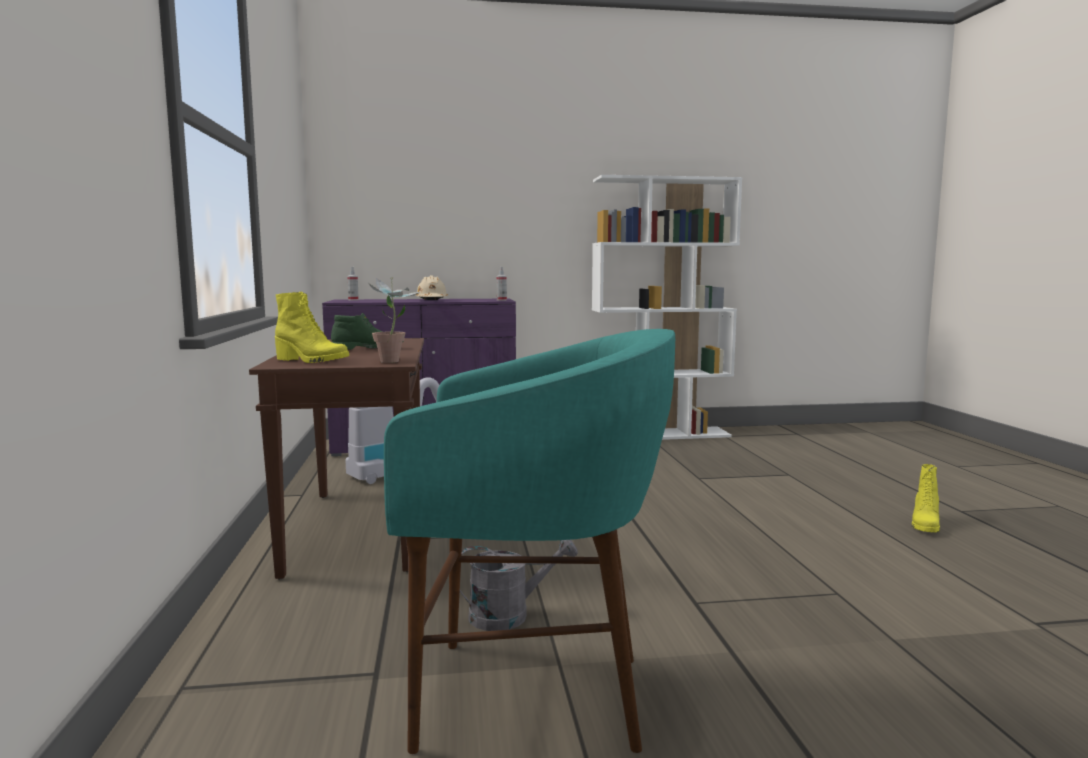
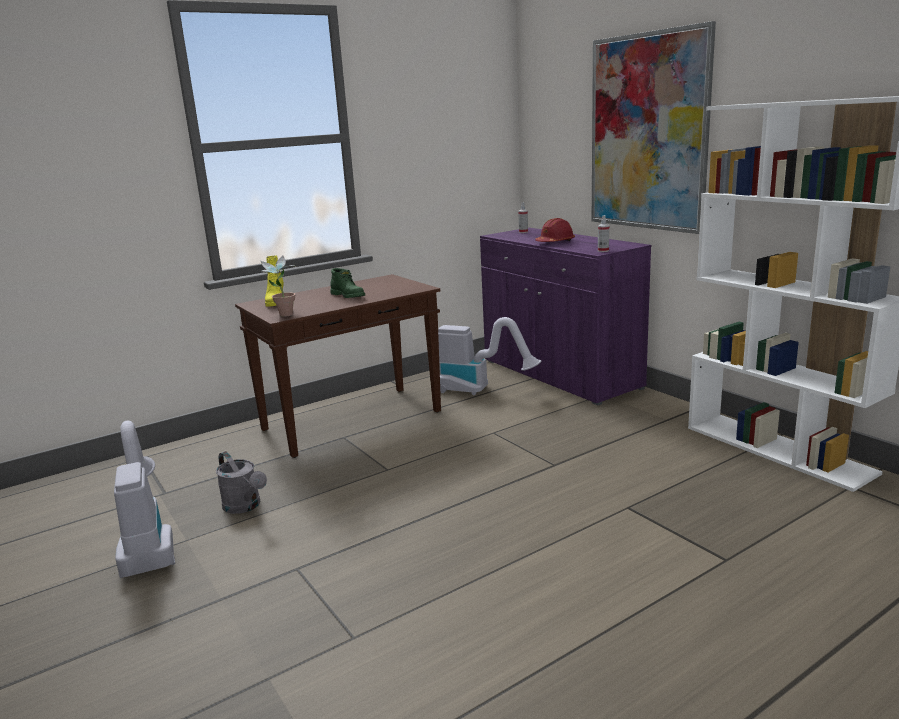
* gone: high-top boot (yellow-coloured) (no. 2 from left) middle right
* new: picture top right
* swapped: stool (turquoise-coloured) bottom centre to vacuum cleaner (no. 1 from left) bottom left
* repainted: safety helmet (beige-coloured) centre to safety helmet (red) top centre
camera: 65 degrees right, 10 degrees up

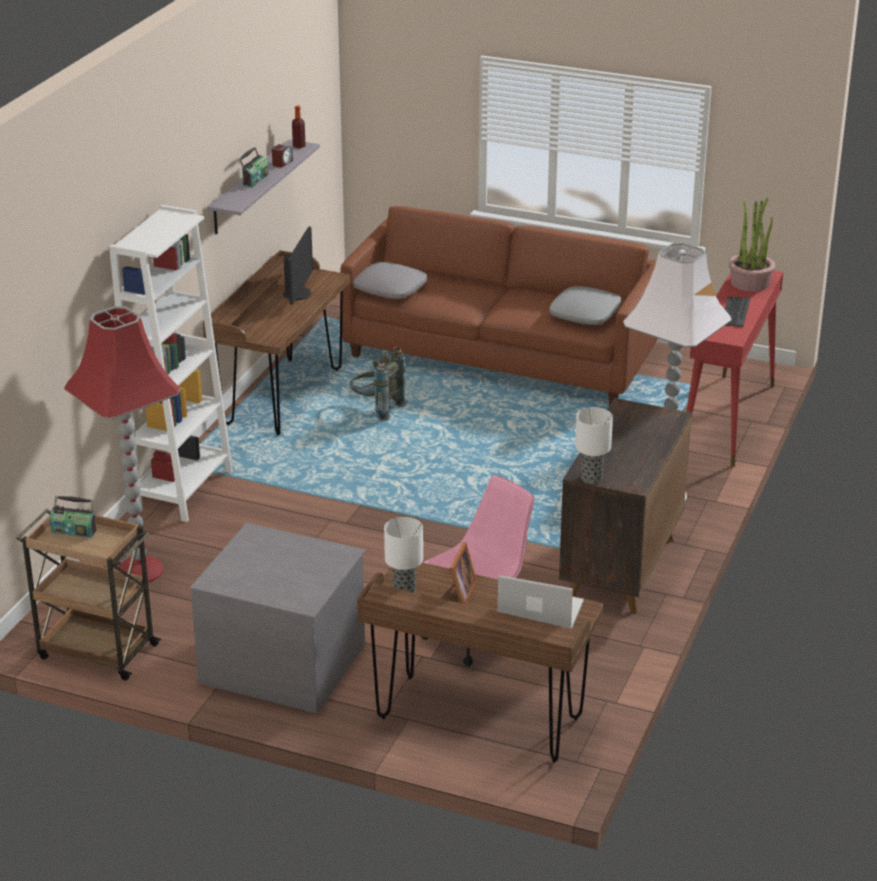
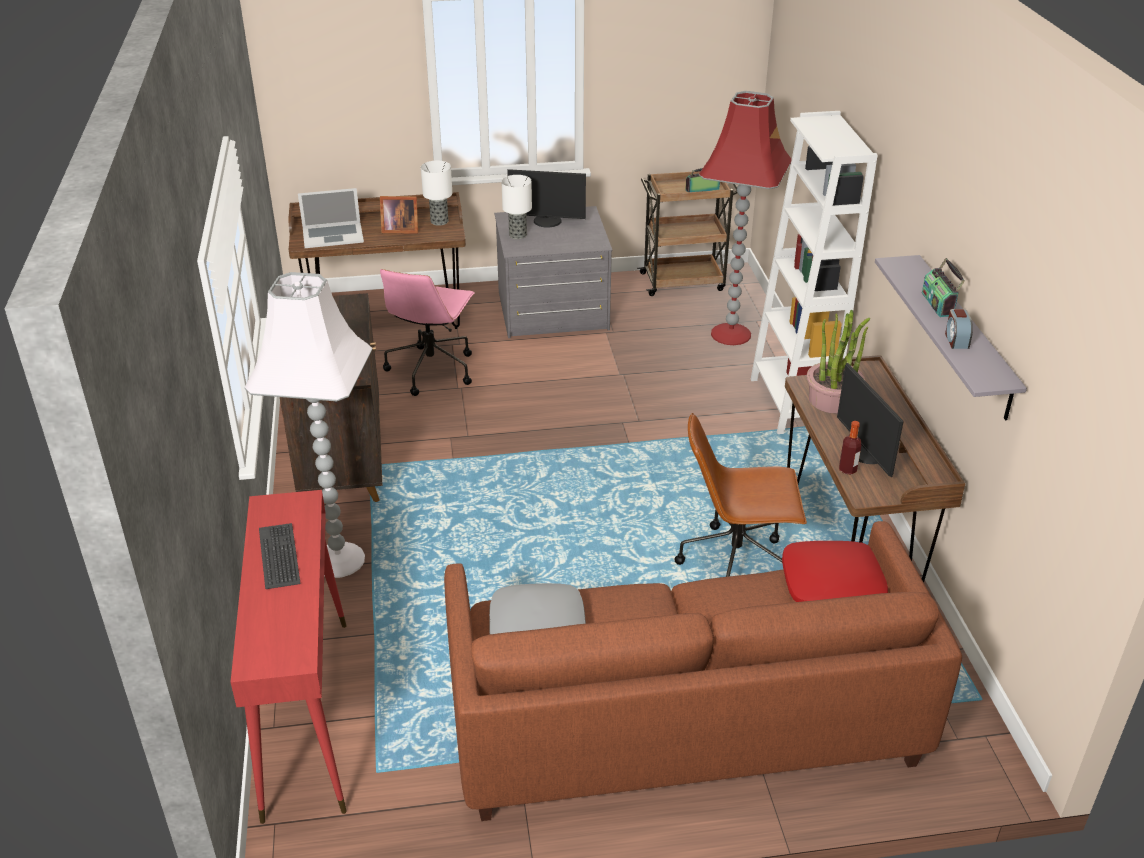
* new: computer display (no. 1 from left) top centre
* shifted: beverage bottle top centre to middle right
* shifted: lamp for a table (no. 2 from left) middle right to top centre
* shifted: houseplant top right to middle right
* swapped: knapsack (greyish) centre to desk chair (brown-coloured) centre
* repainted: pillow (greyish) (no. 1 from left) top centre to pillow (red) middle right
* rotated: picture frame centre = top centre 75 degrees counterclockwise
camera: 150 degrees right, 5 degrees up

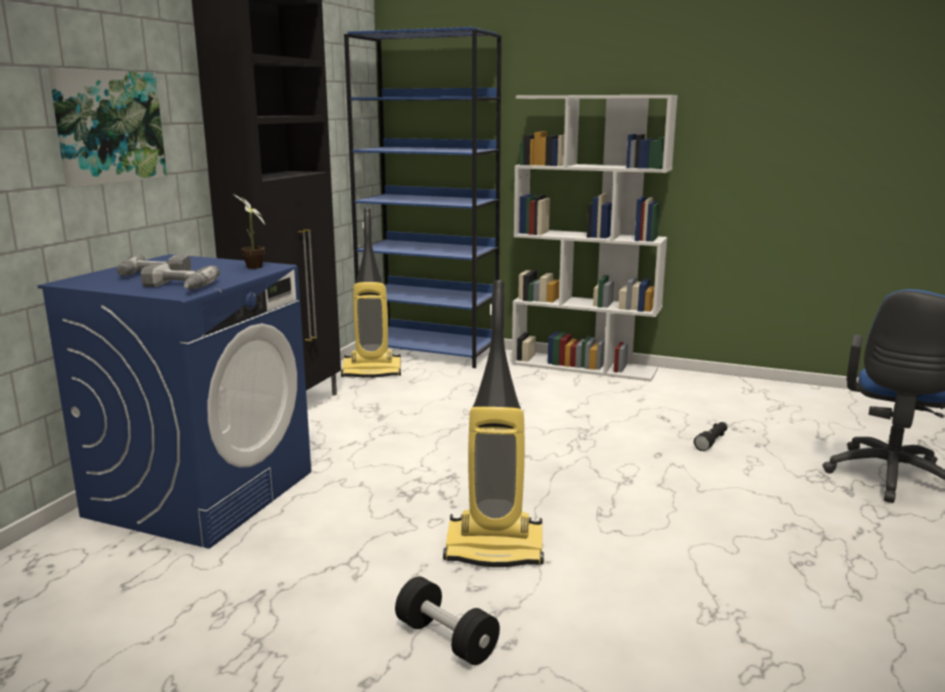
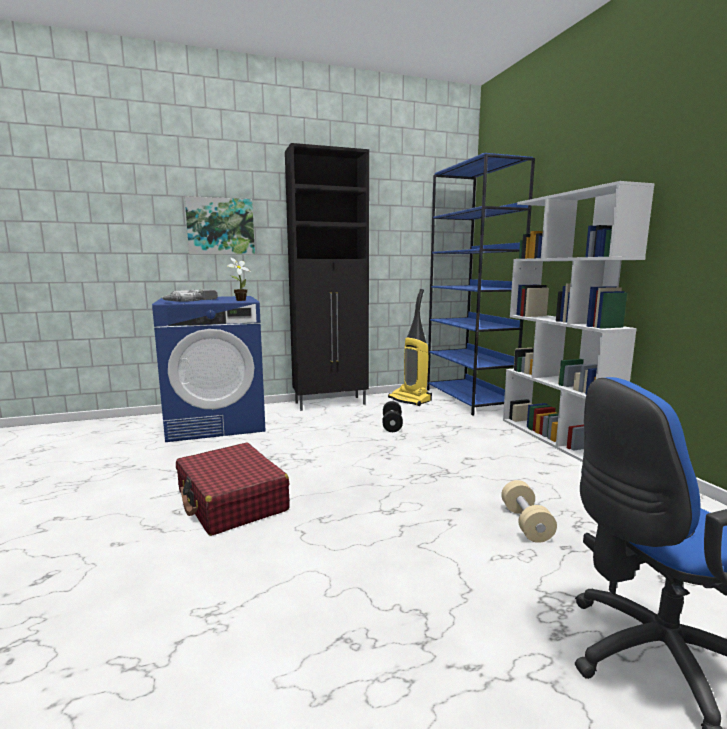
* shifted: hand weight (black-coloured) bottom centre to centre
* swapped: vacuum cleaner (no. 2 from left) centre to travel case (red) bottom left
* swapped: torch (black-coloured) middle right to hand weight (beige-coloured) bottom right
camera: 50 degrees right, 5 degrees down

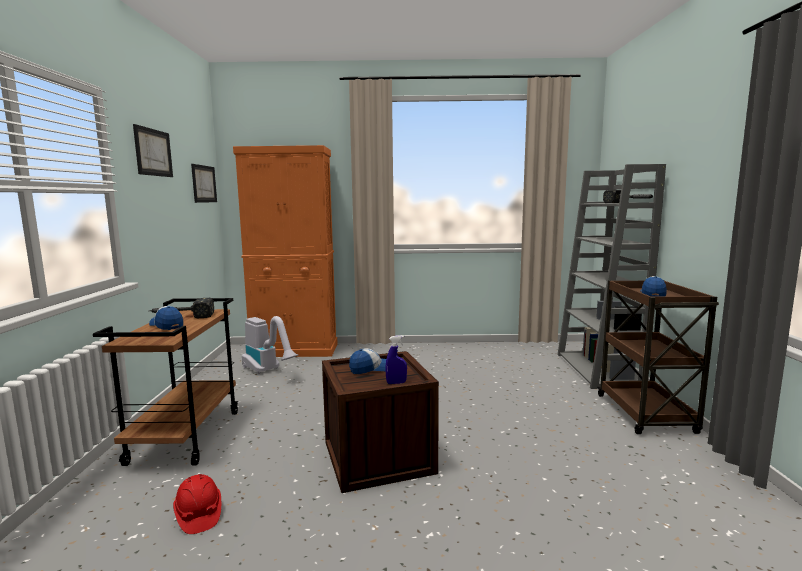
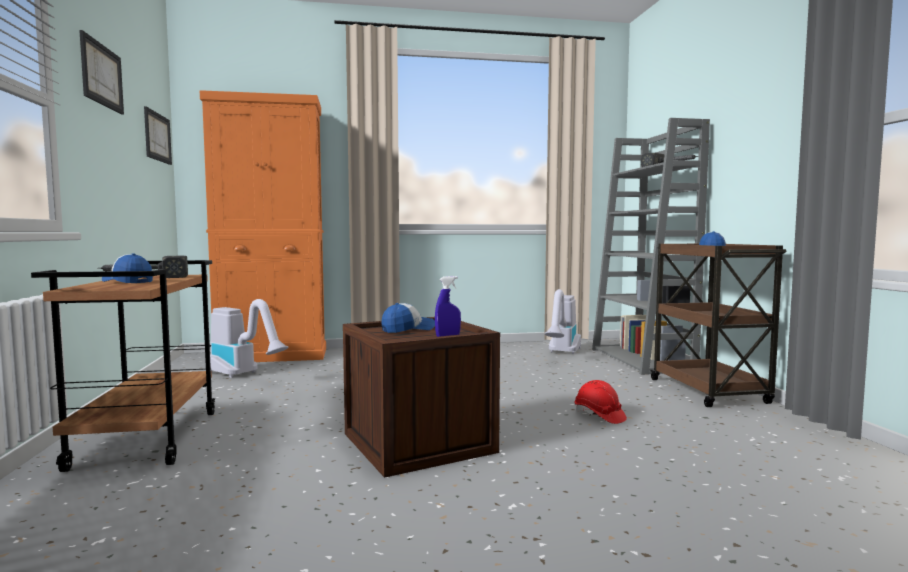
* new: vacuum cleaner (no. 2 from left) centre
* shifted: safety helmet (red) bottom left to bottom centre
camera: 10 degrees left, 5 degrees down

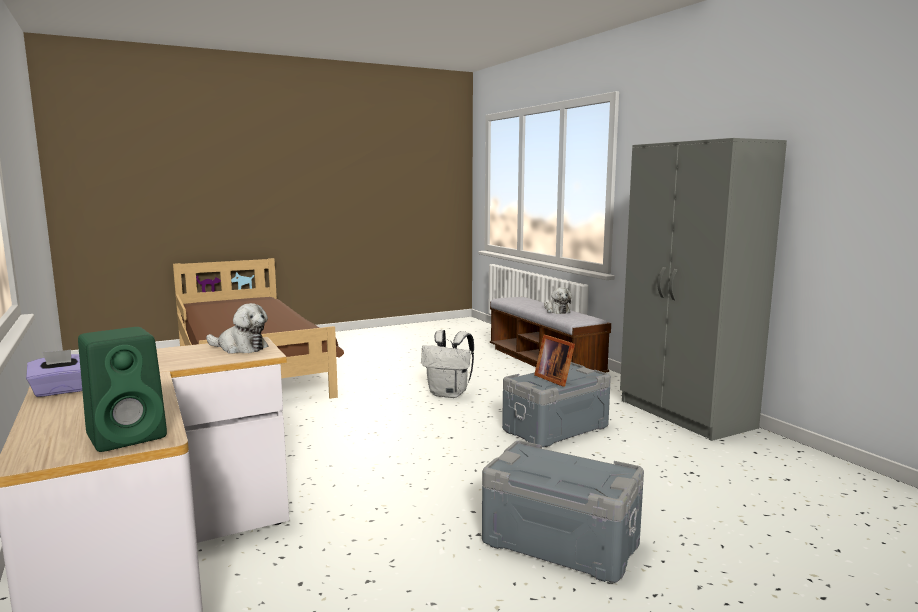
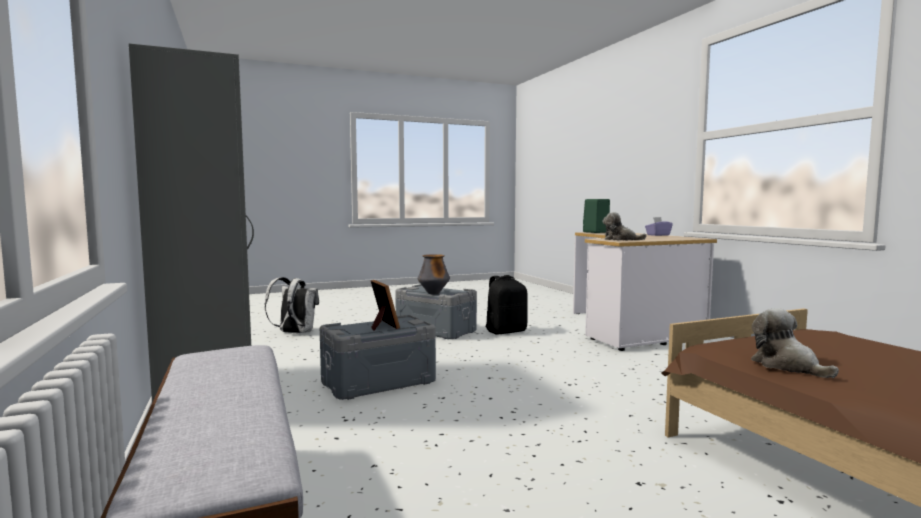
* new: decorative vase centre
* new: knapsack (black-coloured) centre
* shifted: knapsack (white-coloured) centre to middle left
* shifted: cuddly toy (no. 2 from left) centre to middle right
camera: 175 degrees left, 5 degrees down

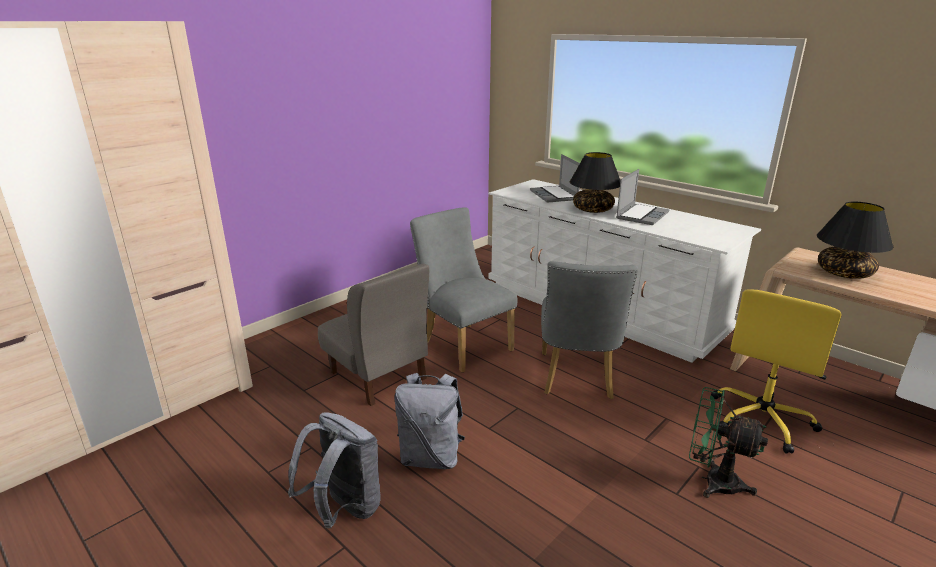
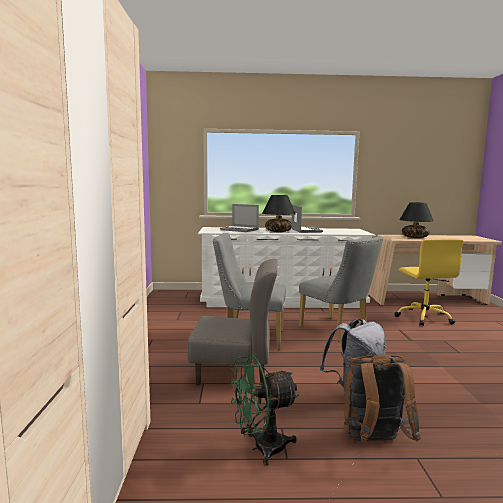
* shifted: fan (green) bottom right to bottom centre
* repainted: knapsack (greyish) (no. 1 from left) bottom centre to knapsack (brown-coloured) bottom right
camera: 45 degrees left, 15 degrees down

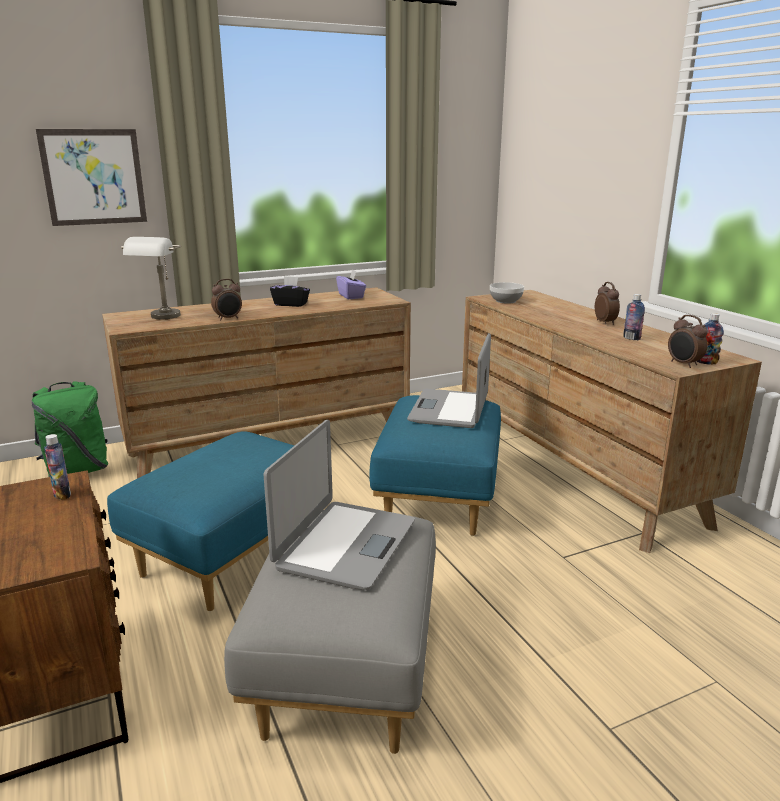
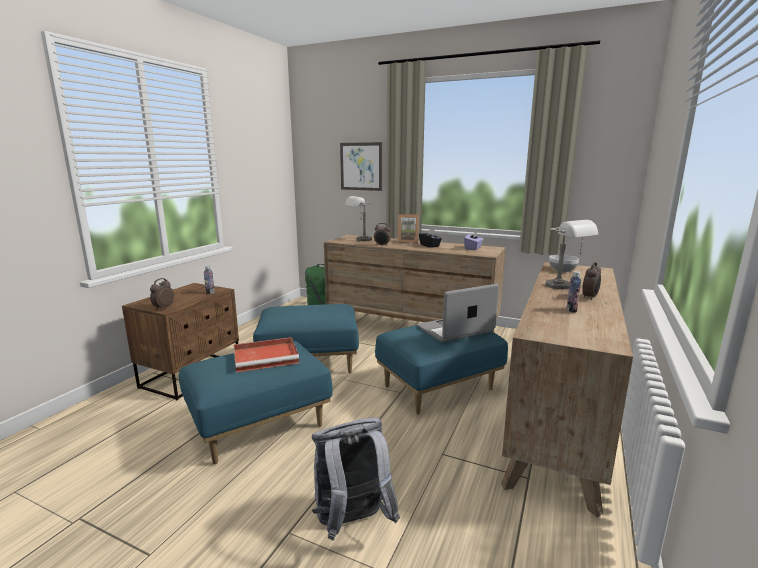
* gone: beverage bottle (no. 3 from left) middle right
* new: knapsack (greyish) bottom centre
* new: picture frame centre
* new: lamp for a table (greyish) (no. 2 from left) middle right
* shifted: table clock (no. 3 from left in the first image) middle right to table clock (no. 1 from left) middle left
* swapped: portable computer (no. 1 from left) centre to tray (red) centre
* repainted: ottoman (greyish) bottom centre to ottoman (bluish) (no. 1 from left) bottom centre
camera: 50 degrees right, 5 degrees down

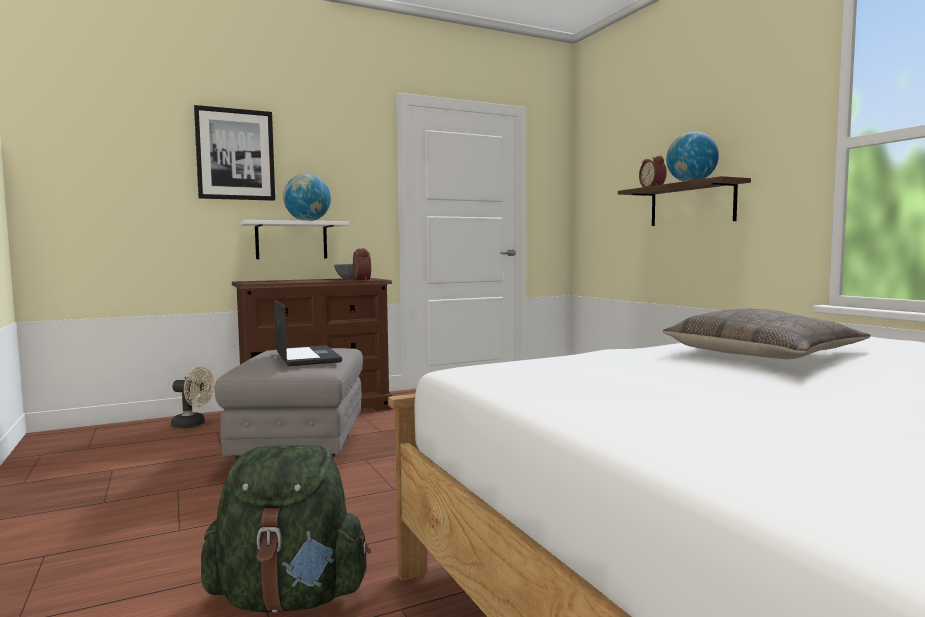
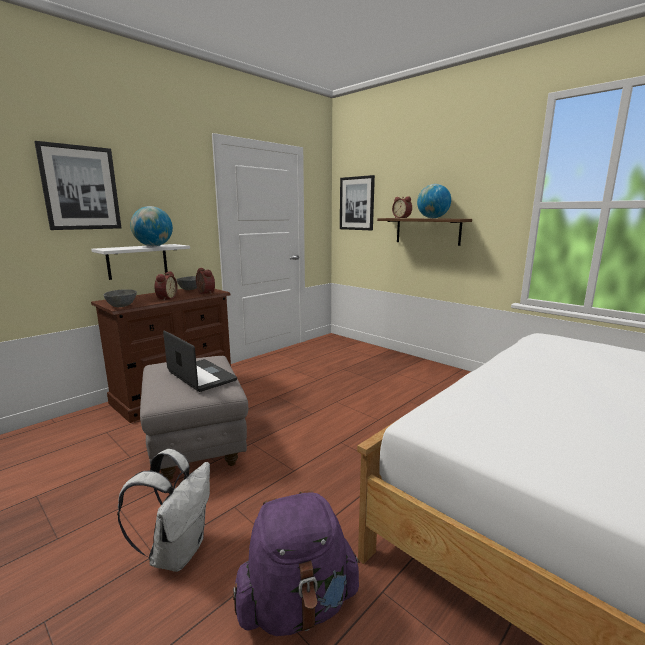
* gone: fan (beige-coloured) middle left
* gone: pillow middle right
* new: serving bowl (greyish) (no. 1 from left) middle left
* new: knapsack (white-coloured) bottom left
* new: table clock (no. 1 from left) middle left
* new: picture (no. 2 from left) top centre
* repainted: knapsack (green) bottom left to knapsack (purple-coloured) bottom centre
camera: 20 degrees left, 10 degrees up

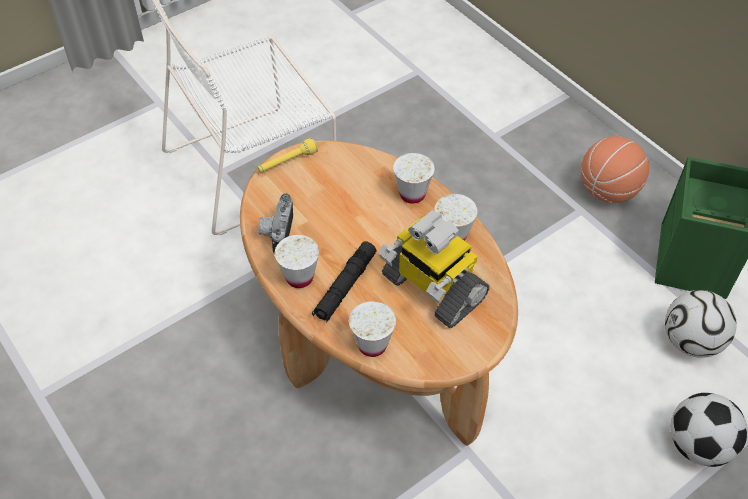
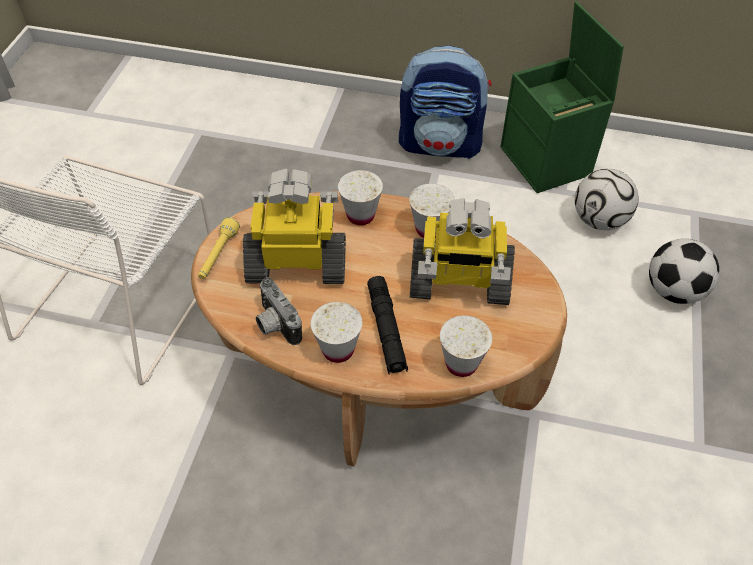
* new: robot figure (no. 1 from left) centre
* swapped: basketball ball middle right to knapsack top centre
camera: 40 degrees left, 0 degrees up

